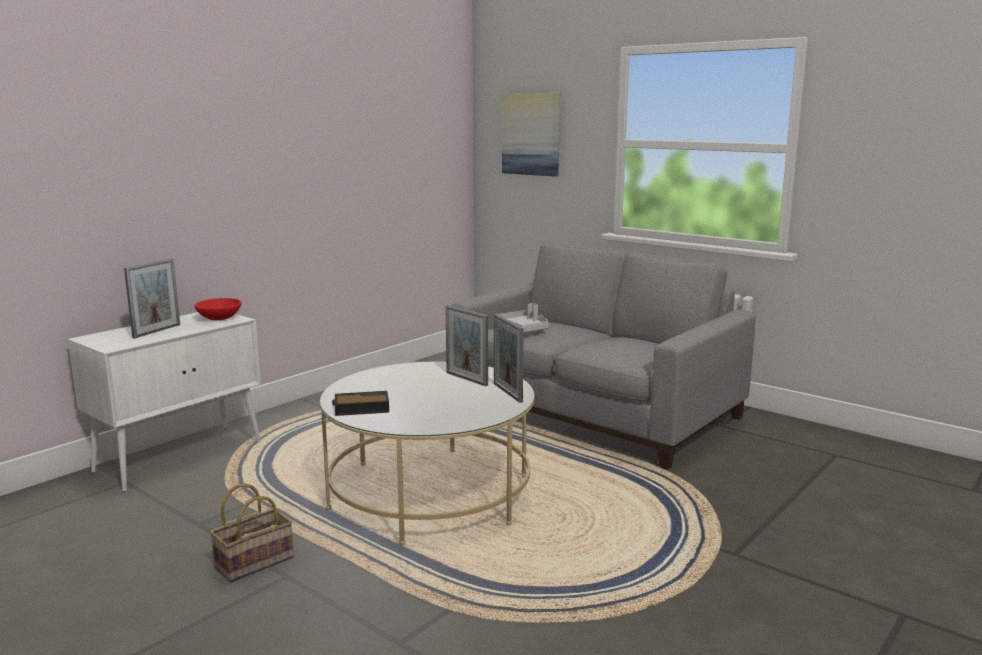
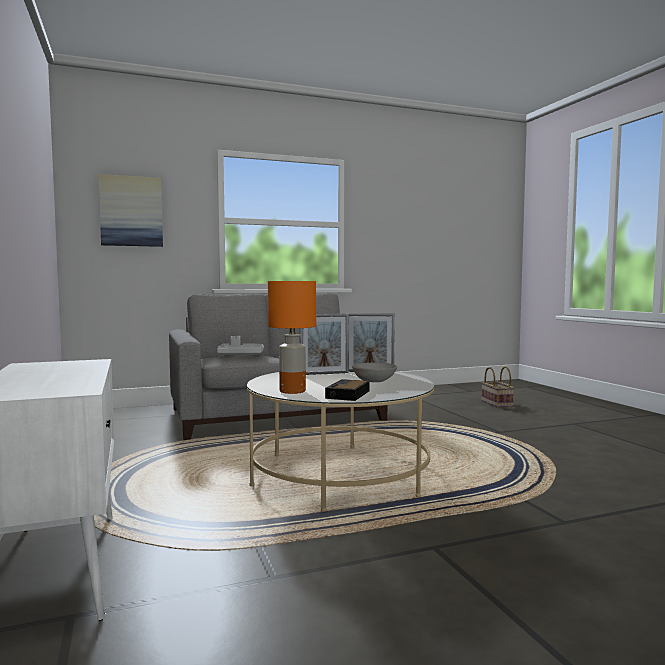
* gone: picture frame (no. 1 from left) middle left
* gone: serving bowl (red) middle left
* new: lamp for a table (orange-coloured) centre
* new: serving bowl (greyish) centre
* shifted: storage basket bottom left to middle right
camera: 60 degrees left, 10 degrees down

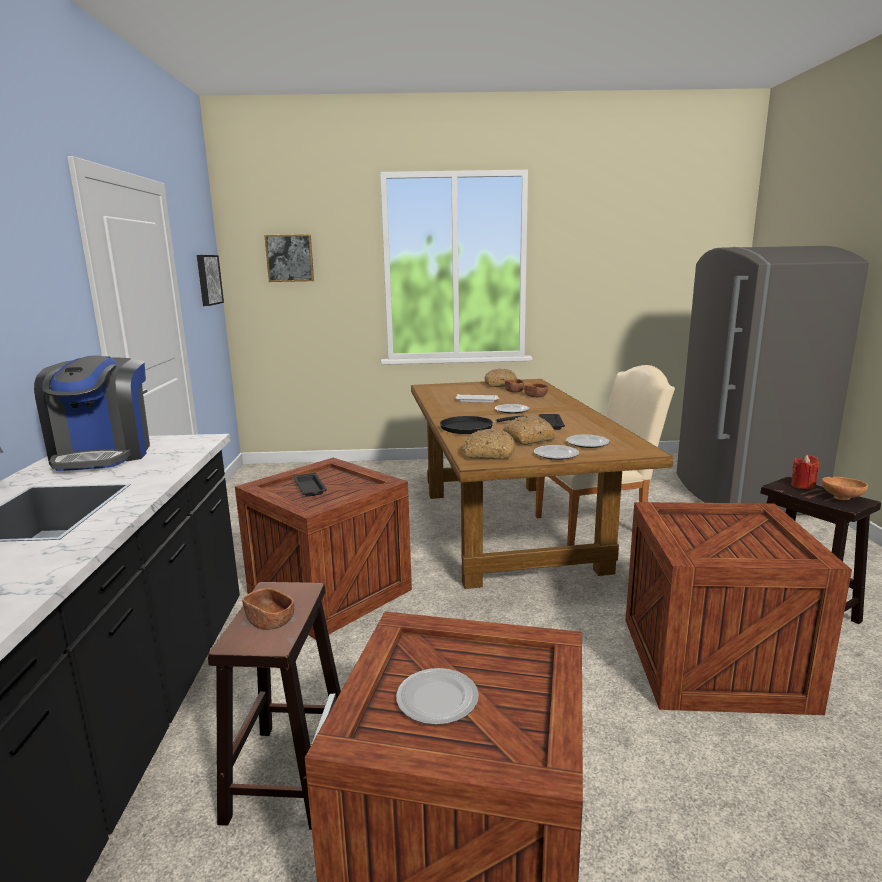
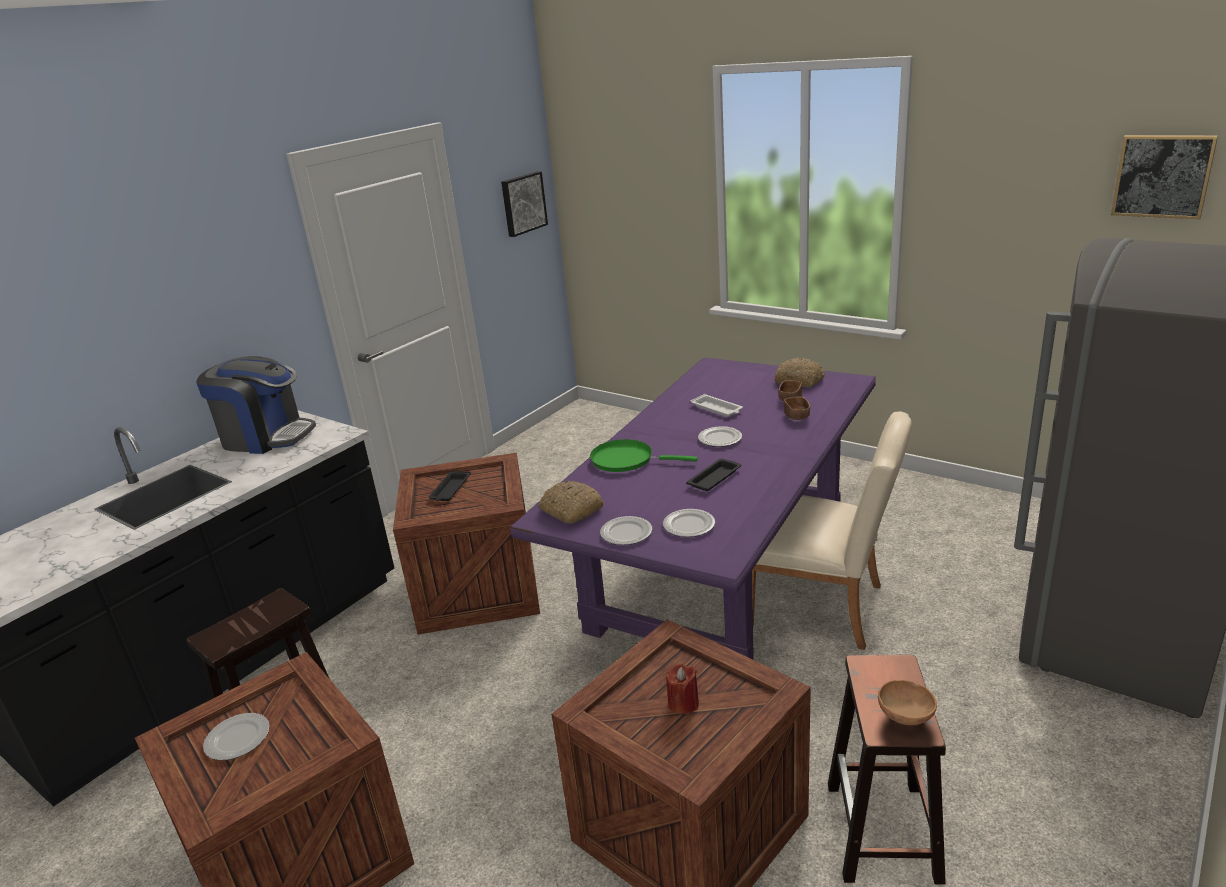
* gone: serving bowl (brown-coloured) (no. 1 from left) bottom left
* gone: bakery bread (no. 3 from left) centre
* shifted: picture (no. 2 from left) top left to top right
* shifted: wax light (red) middle right to bottom centre
* repainted: dining table (brown-coloured) centre to dining table (purple-coloured) centre
* repainted: skillet (black-coloured) centre to skillet (green) centre
* rotated: coffee machine middle left = middle left 105 degrees counterclockwise
camera: 40 degrees right, 10 degrees up

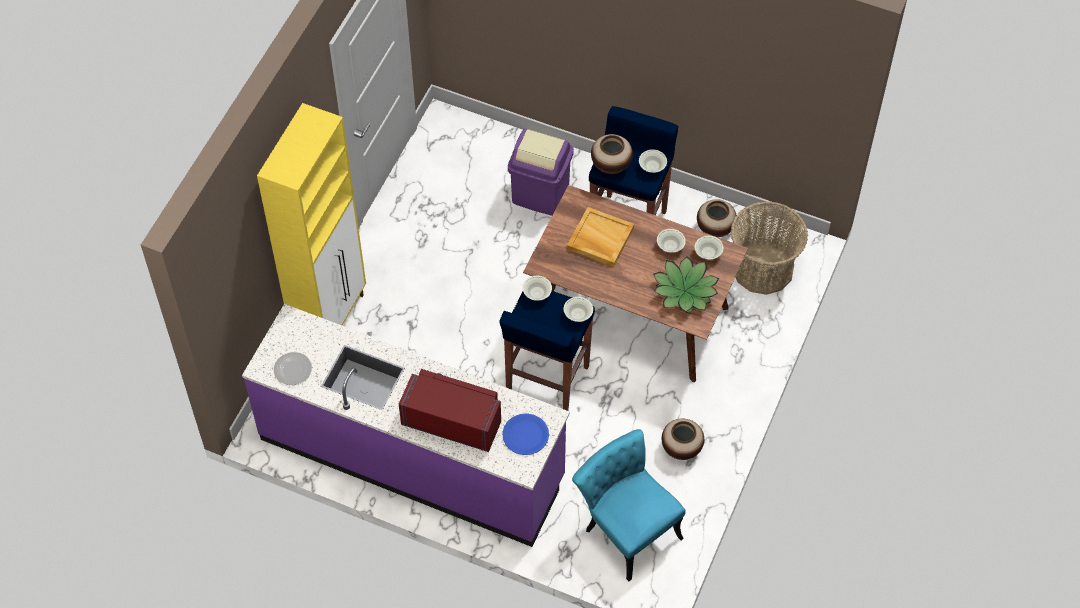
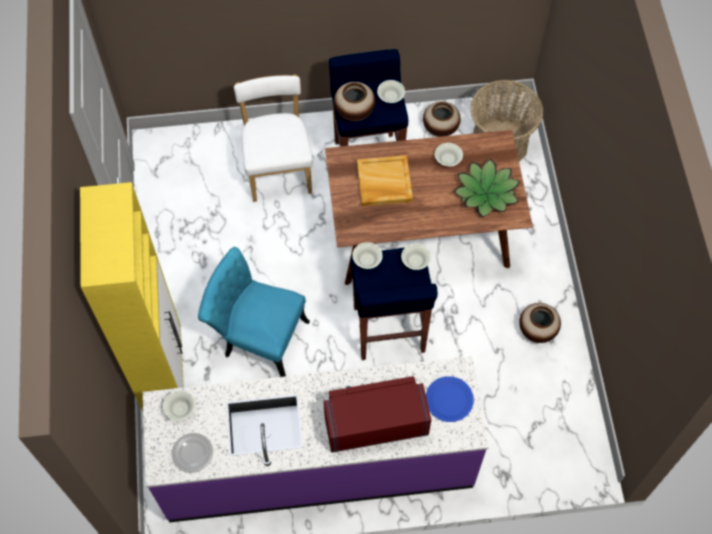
* shifted: chair (turquoise-coloured) bottom centre to centre
* shifted: serving bowl (white-coloured) (no. 5 from left in the first image) centre to serving bowl (white-coloured) (no. 1 from left) bottom left
* swapped: rubbish bin (purple-coloured) top centre to chair (white-coloured) top centre
camera: 30 degrees left, 5 degrees up

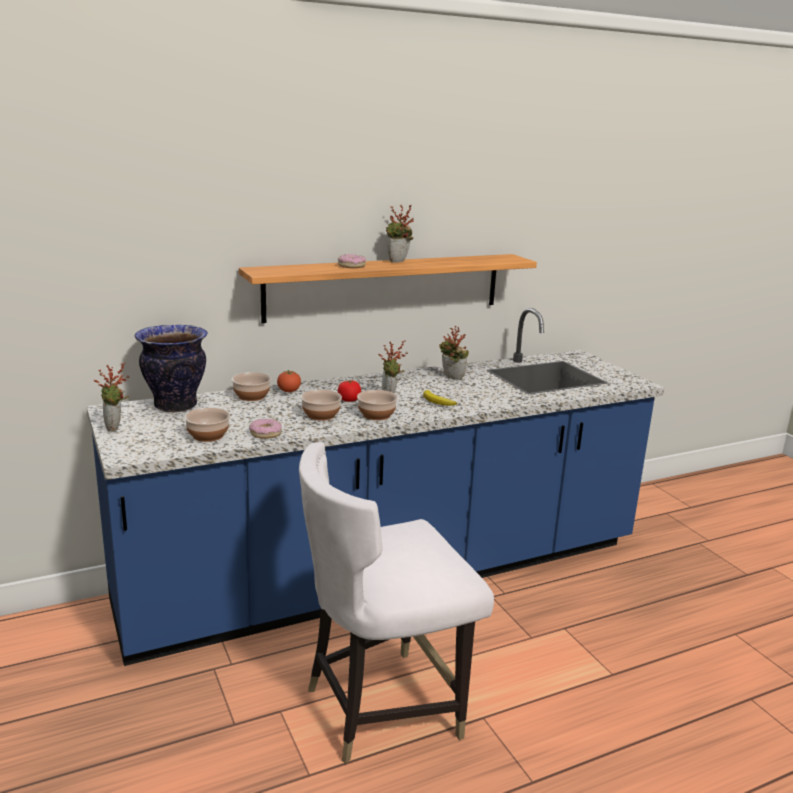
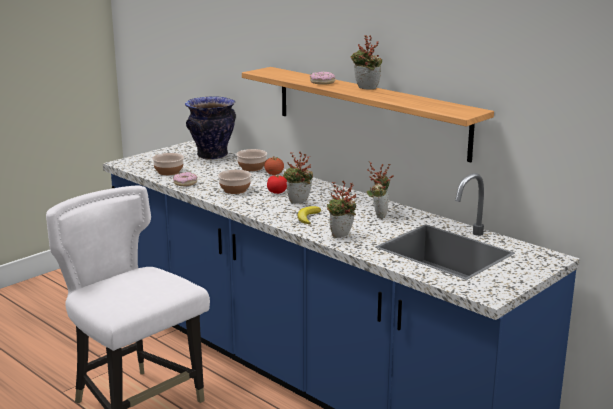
* gone: serving bowl (no. 4 from left) centre
* shifted: houseplant (no. 1 from left in the first image) middle left to houseplant (no. 2 from left) centre
camera: 70 degrees right, 0 degrees up

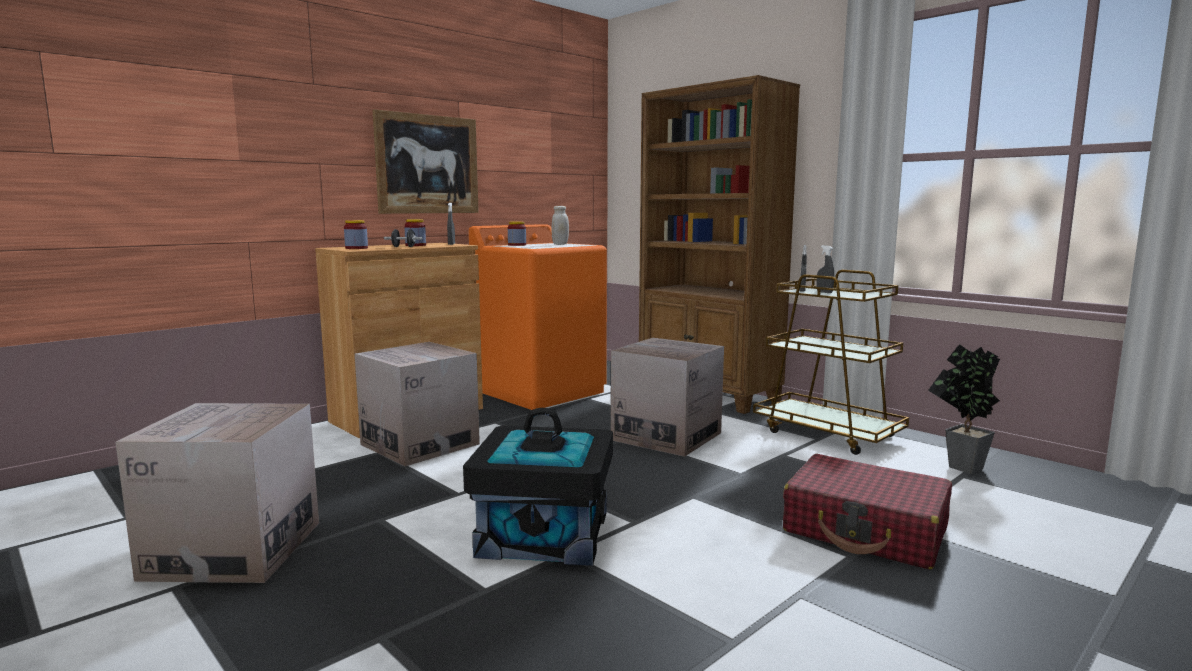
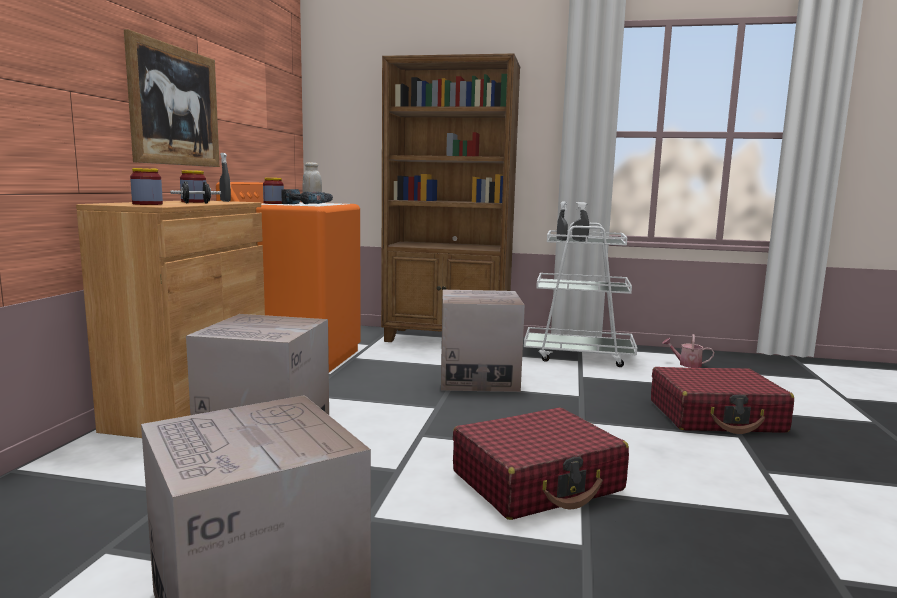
* new: power drill top centre
* swapped: storage bin (black-coloured) bottom centre to travel case (red) (no. 1 from left) bottom centre
* swapped: houseplant middle right to sprinkling can middle right
* repainted: wheeled cart (brown-coloured) middle right to wheeled cart (white-coloured) centre
camera: 35 degrees left, 0 degrees up

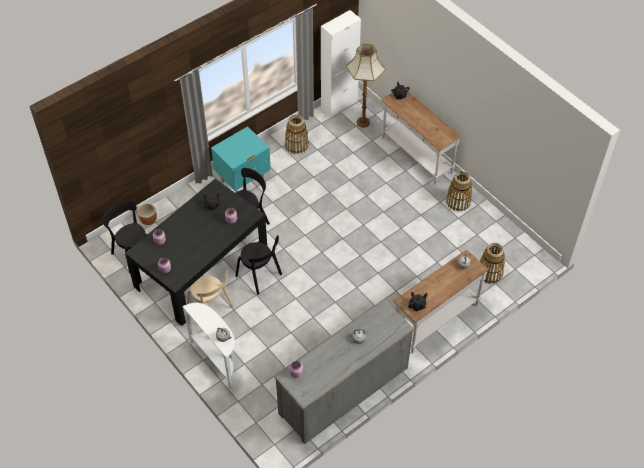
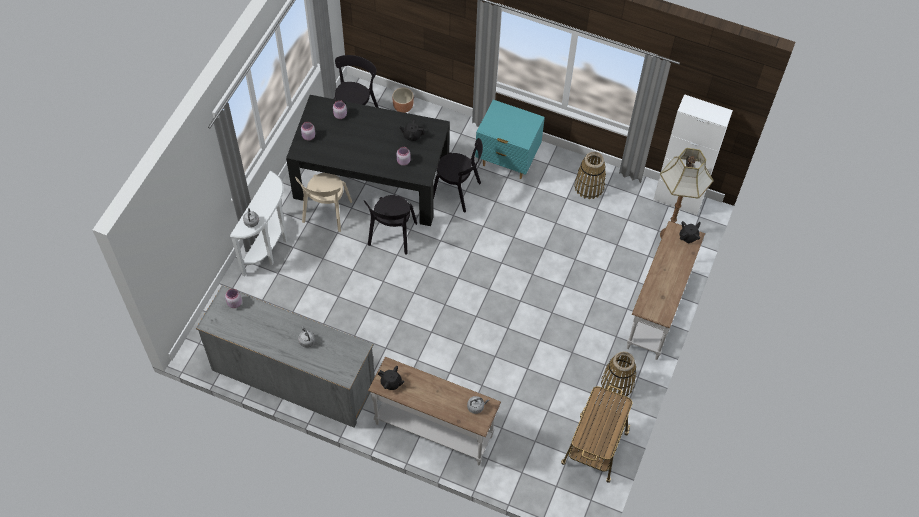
* gone: storage basket (no. 3 from left) middle right
* new: wheeled cart bottom centre
camera: 60 degrees right, 5 degrees up

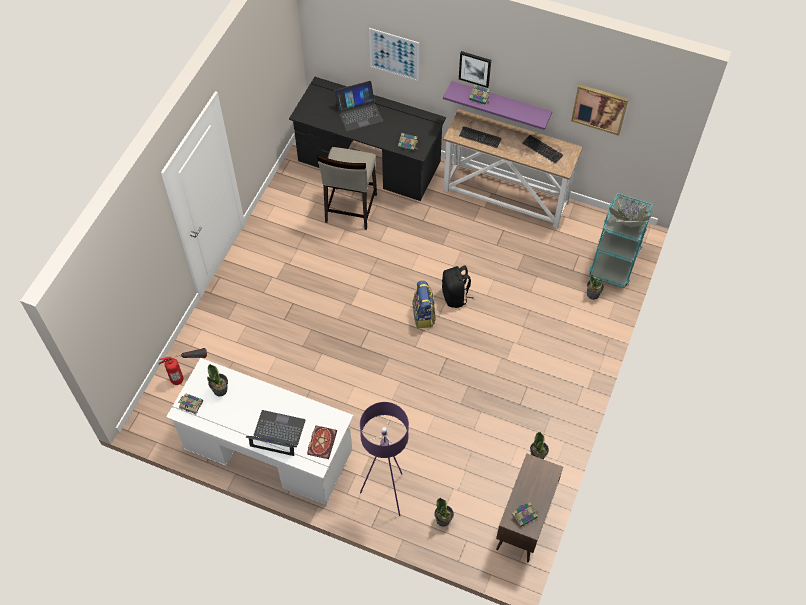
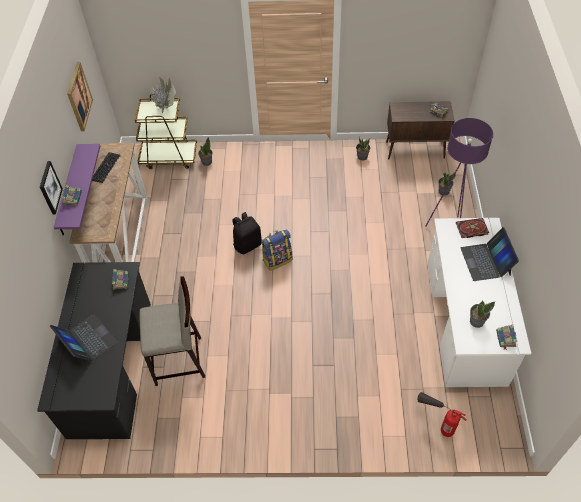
* gone: picture (no. 1 from left) top centre
* gone: keyboard (no. 1 from left) top centre
* repainted: wheeled cart (turquoise-coloured) middle right to wheeled cart (brown-coloured) top left
camera: 110 degrees left, 5 degrees down

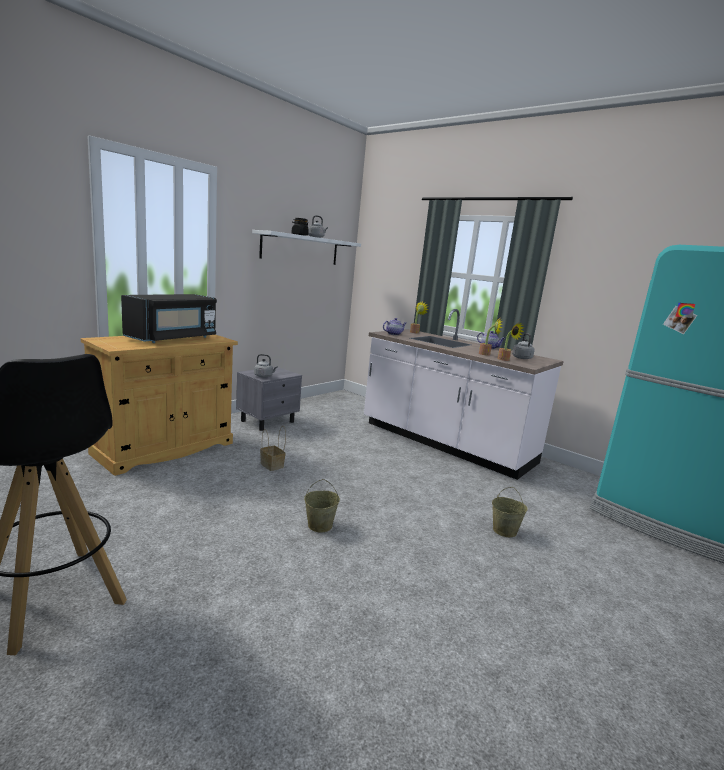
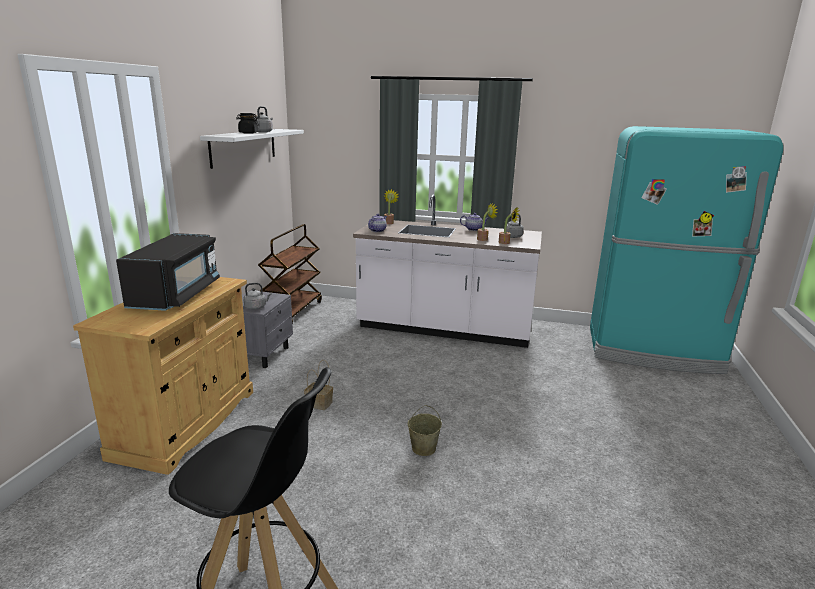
* gone: water bucket (beige-coloured) (no. 2 from left) middle right
* new: wheeled cart (brown-coloured) centre
camera: 25 degrees left, 5 degrees up

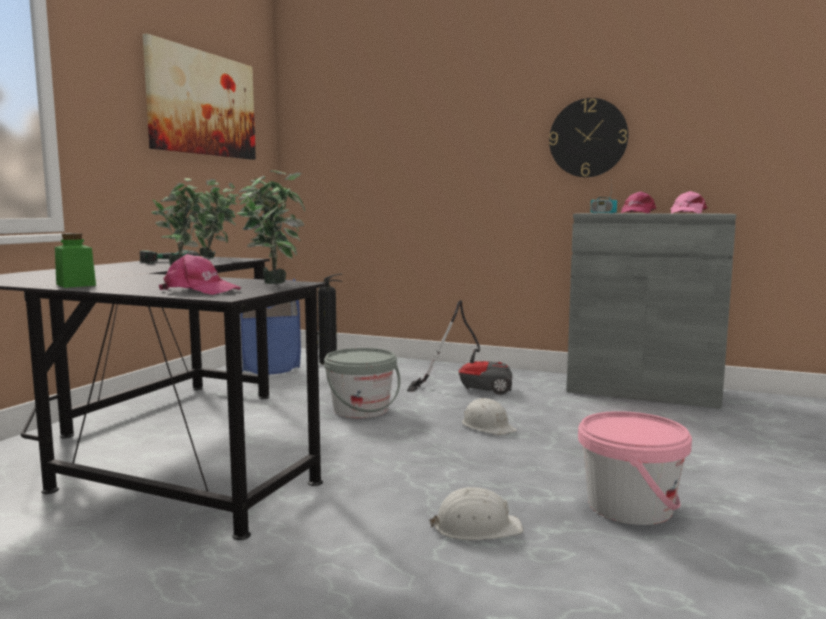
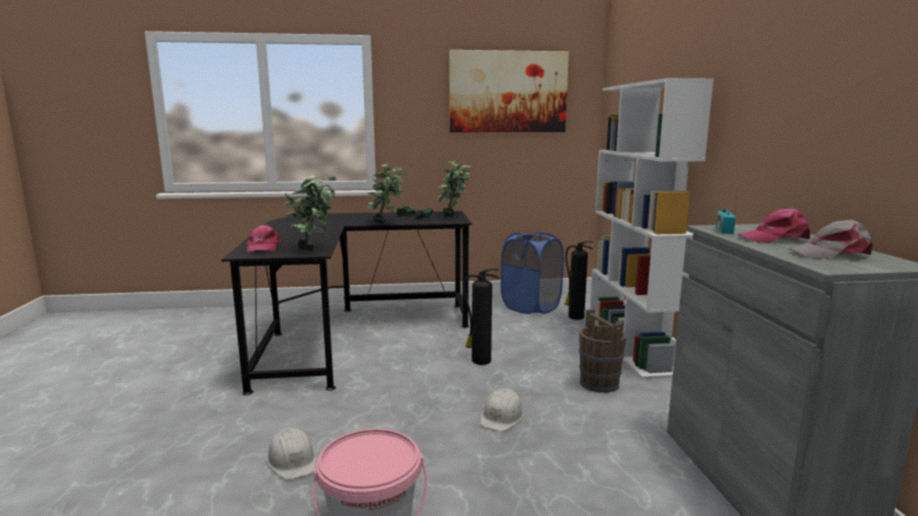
* gone: preserve jar (green) middle left
* gone: wall clock top right
* new: bookcase (white-coloured) middle right
* swapped: water bucket (greyish) centre to fire extinguisher (no. 1 from left) centre
* swapped: vacuum cleaner centre to water bucket (brown-coloured) bottom centre
* repainted: peaked cap (pinkish) (no. 3 from left) top right to peaked cap (greyish) middle right
camera: 60 degrees right, 5 degrees up

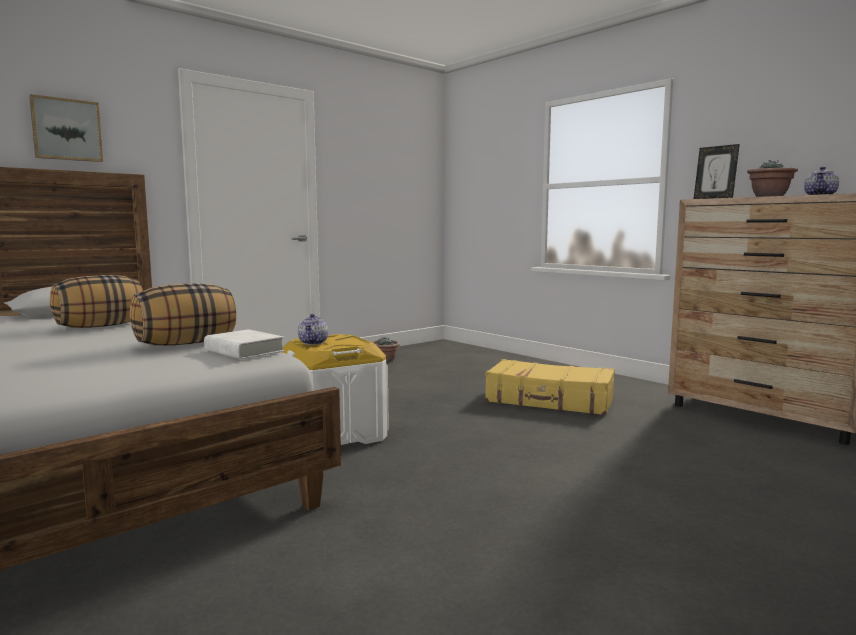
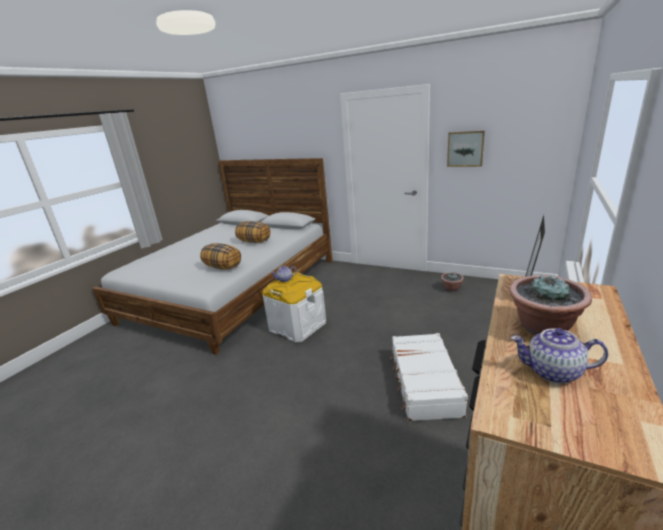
* gone: book (white-coloured) middle left
* shifted: picture top left to top right
* repainted: travel case (yellow-coloured) centre to travel case (white-coloured) bottom centre
camera: 70 degrees right, 15 degrees up

